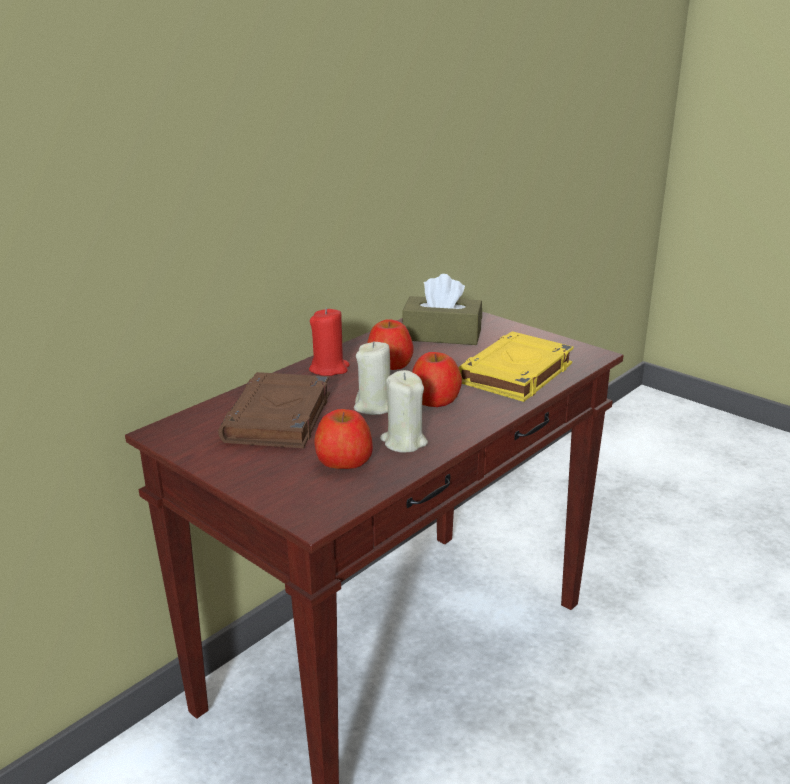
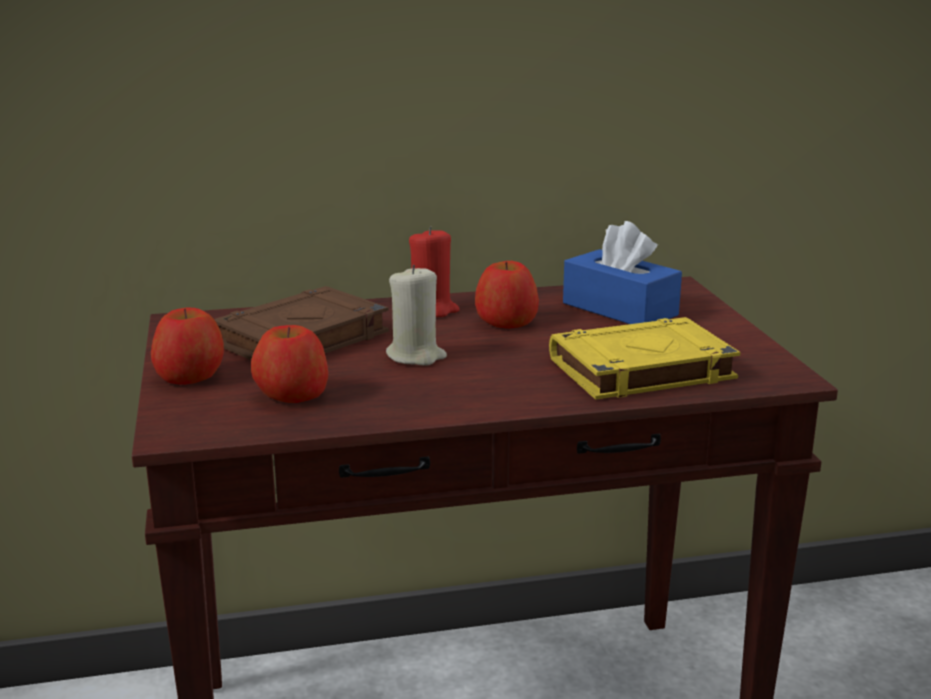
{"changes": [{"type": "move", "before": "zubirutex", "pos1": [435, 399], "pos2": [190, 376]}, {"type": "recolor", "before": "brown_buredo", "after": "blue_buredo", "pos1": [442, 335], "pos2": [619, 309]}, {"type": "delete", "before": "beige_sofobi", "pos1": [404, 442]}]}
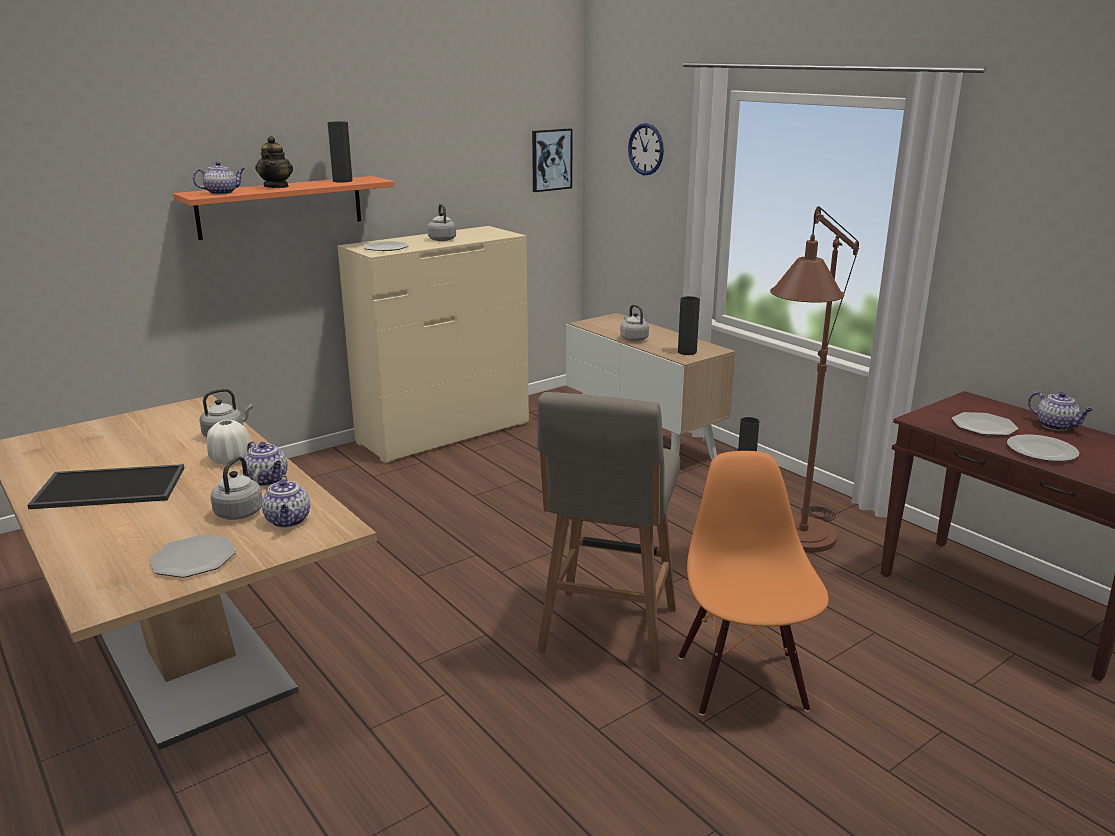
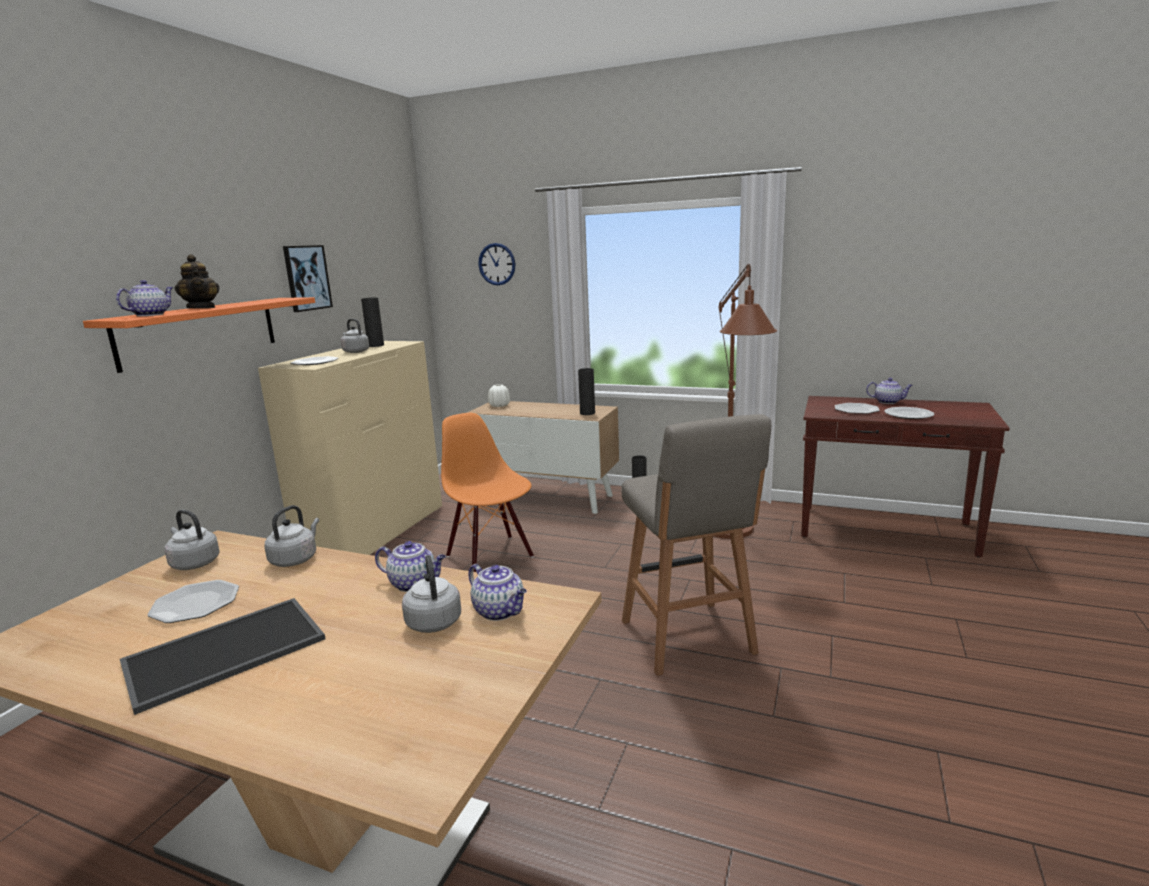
{"changes": [{"type": "move", "before": "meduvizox", "pos1": [193, 558], "pos2": [195, 603]}, {"type": "move", "before": "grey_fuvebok", "pos1": [633, 339], "pos2": [194, 563]}, {"type": "move", "before": "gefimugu", "pos1": [551, 160], "pos2": [306, 278]}, {"type": "move", "before": "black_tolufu", "pos1": [342, 181], "pos2": [375, 345]}, {"type": "move", "before": "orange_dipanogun", "pos1": [743, 682], "pos2": [491, 556]}, {"type": "move", "before": "white_tolufu", "pos1": [231, 460], "pos2": [499, 405]}]}
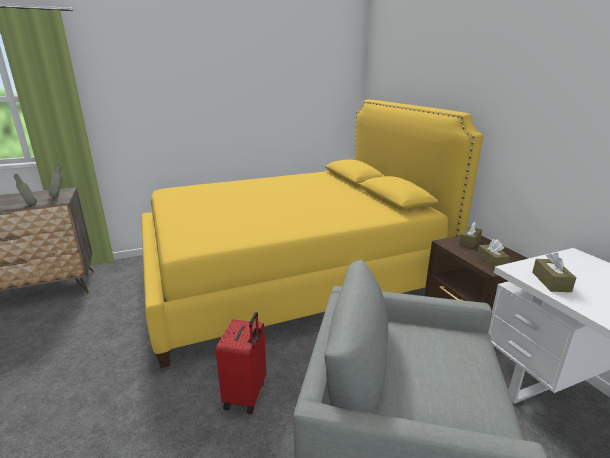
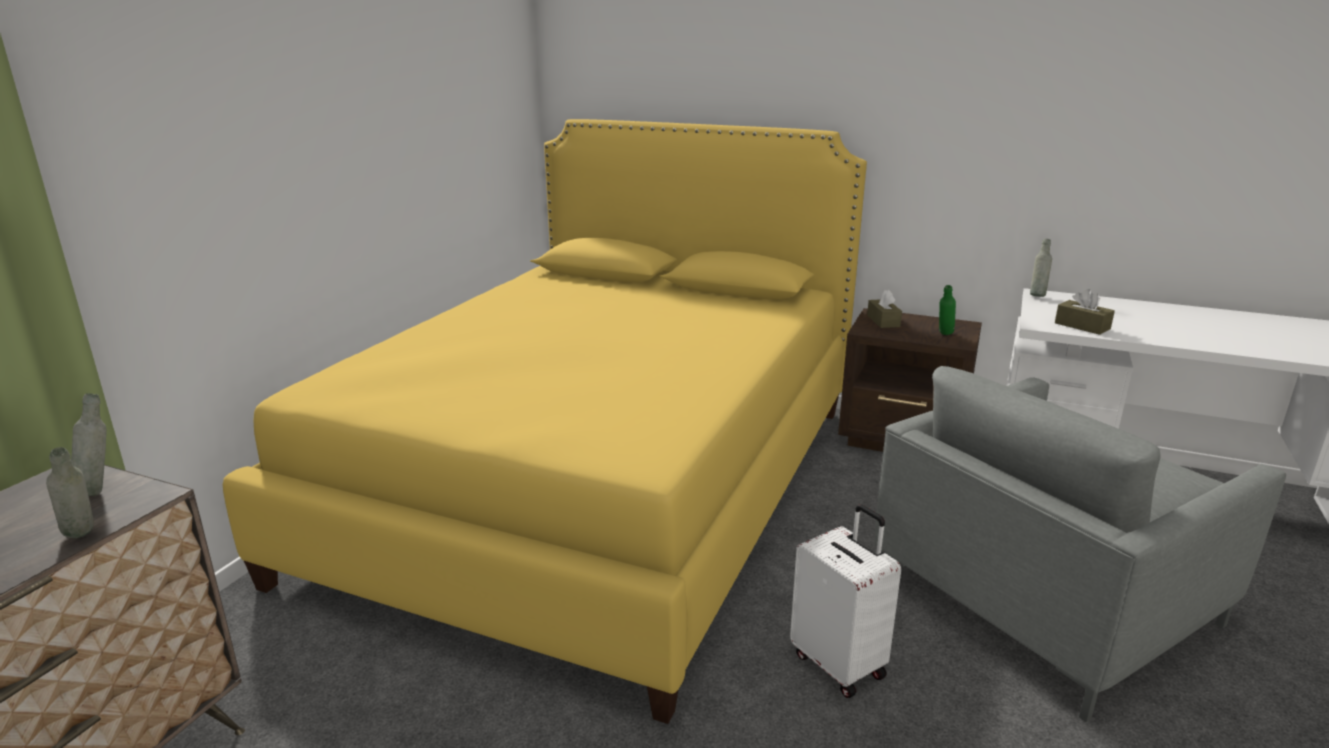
{"changes": [{"type": "recolor", "before": "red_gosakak", "after": "white_gosakak", "pos1": [246, 395], "pos2": [840, 664]}, {"type": "replace", "before": "brown_buredo", "after": "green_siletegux", "pos1": [491, 261], "pos2": [944, 335]}, {"type": "insert", "after": "grey_siletegux", "pos2": [1037, 295]}]}
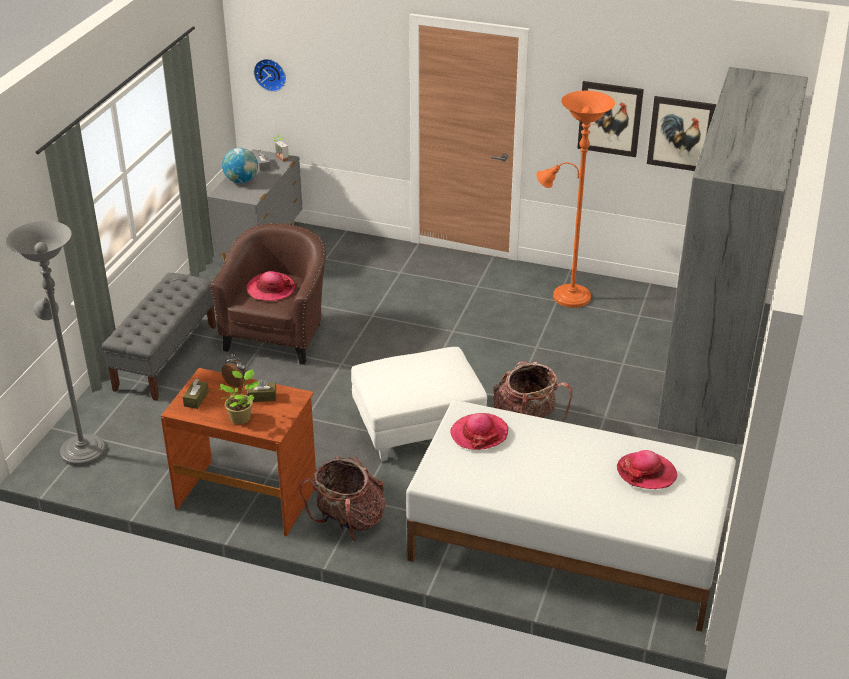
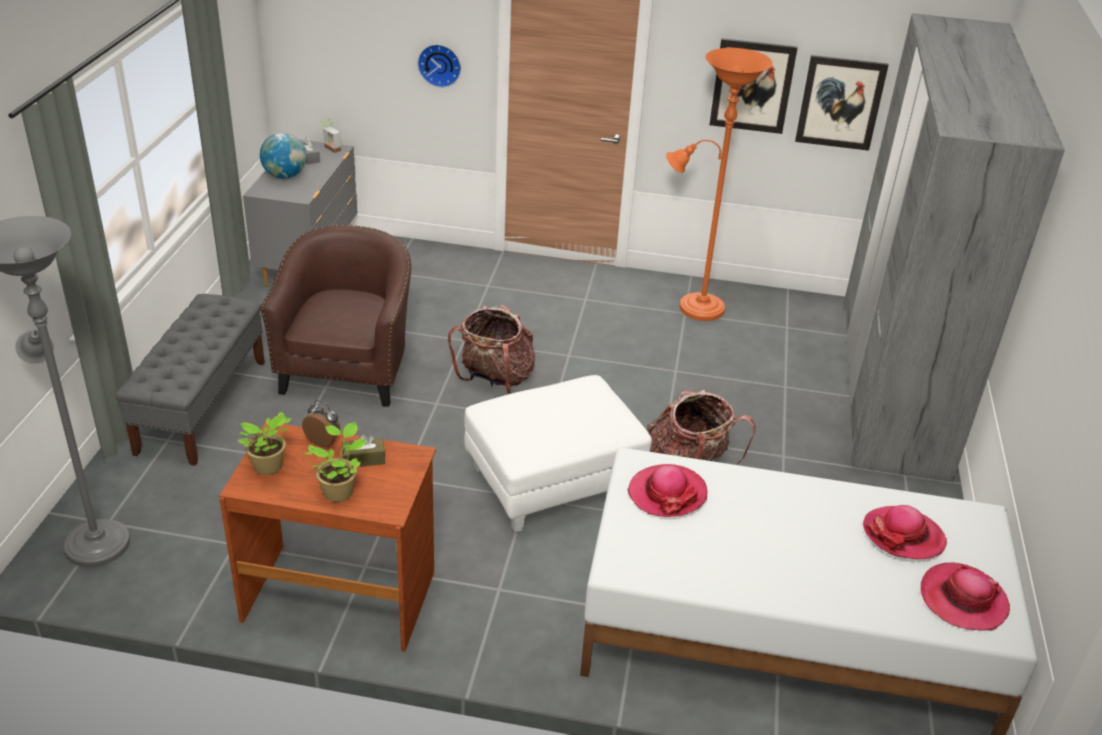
{"changes": [{"type": "replace", "before": "brown_buredo", "after": "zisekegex", "pos1": [196, 399], "pos2": [269, 468]}, {"type": "move", "before": "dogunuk", "pos1": [271, 74], "pos2": [440, 64]}, {"type": "move", "before": "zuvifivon", "pos1": [348, 522], "pos2": [495, 379]}, {"type": "move", "before": "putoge", "pos1": [271, 289], "pos2": [963, 600]}]}
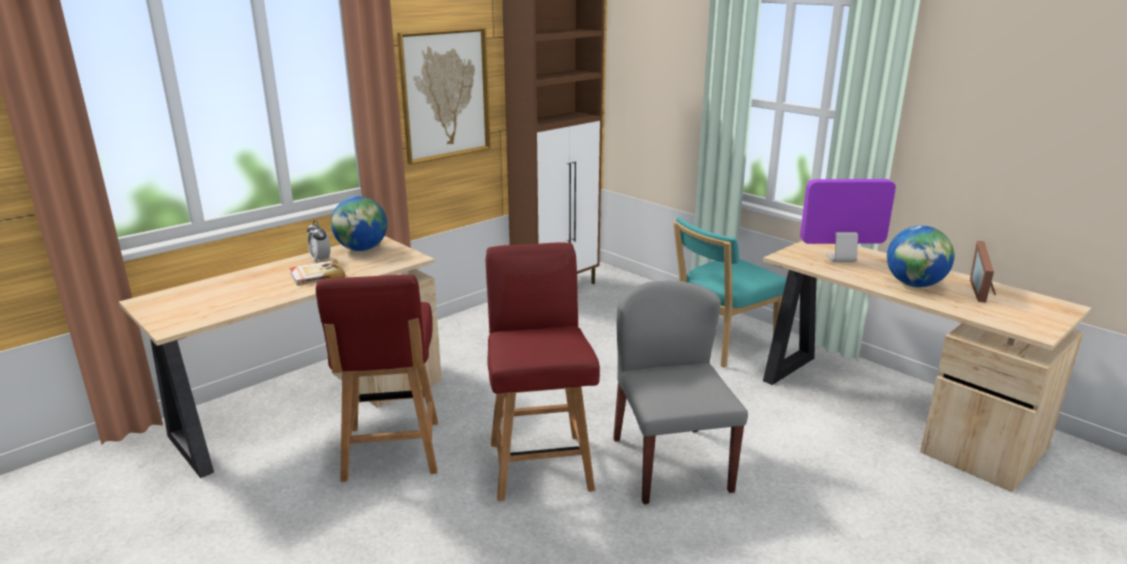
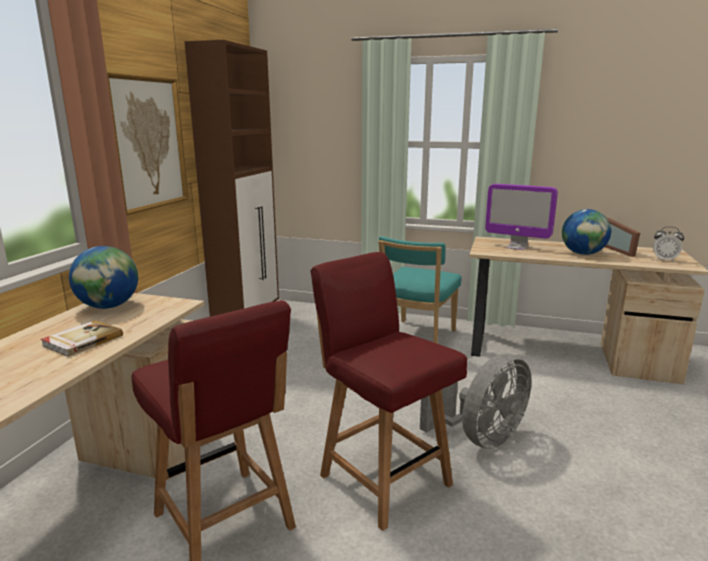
{"changes": [{"type": "replace", "before": "grey_dipanogun", "after": "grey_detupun", "pos1": [670, 463], "pos2": [481, 438]}, {"type": "rotate", "before": "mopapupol", "pos1": [840, 259], "pos2": [516, 247], "turn": -120}, {"type": "move", "before": "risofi", "pos1": [320, 259], "pos2": [664, 260]}]}
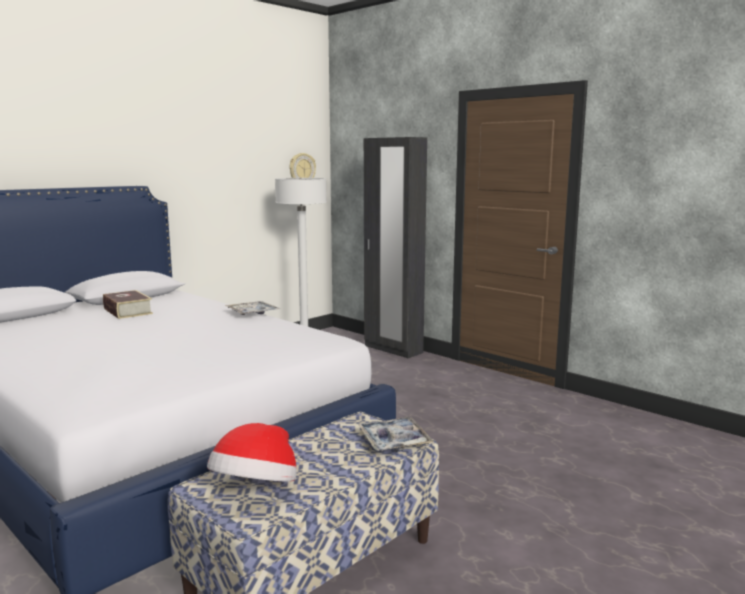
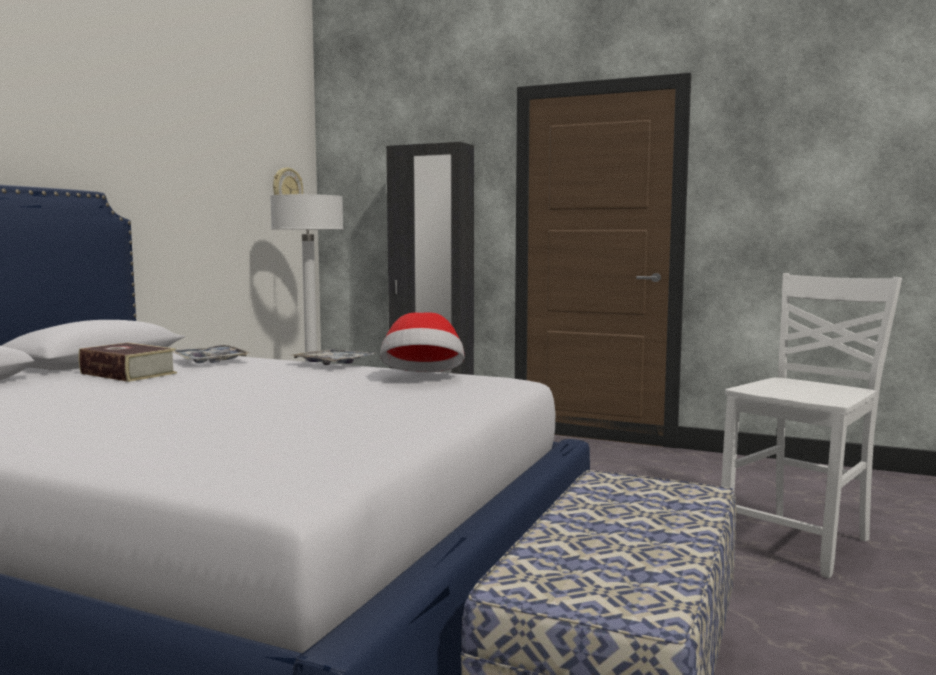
{"changes": [{"type": "move", "before": "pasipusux", "pos1": [394, 441], "pos2": [210, 361]}, {"type": "move", "before": "putoge", "pos1": [256, 490], "pos2": [423, 378]}, {"type": "insert", "after": "white_dipanogun", "pos2": [800, 543]}]}
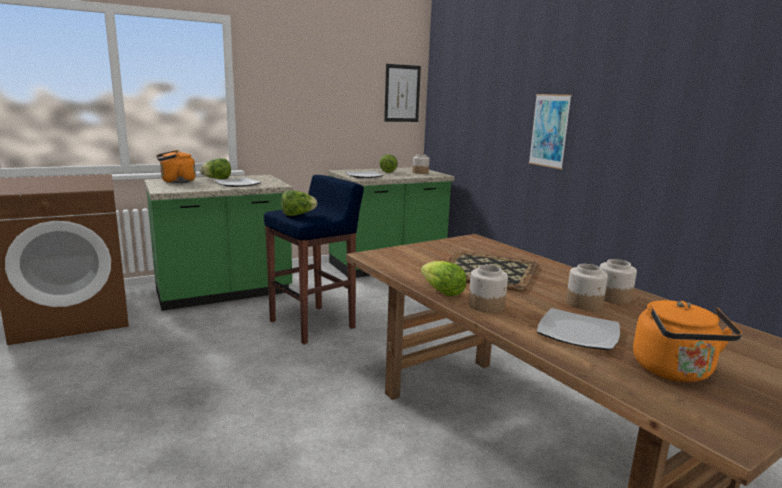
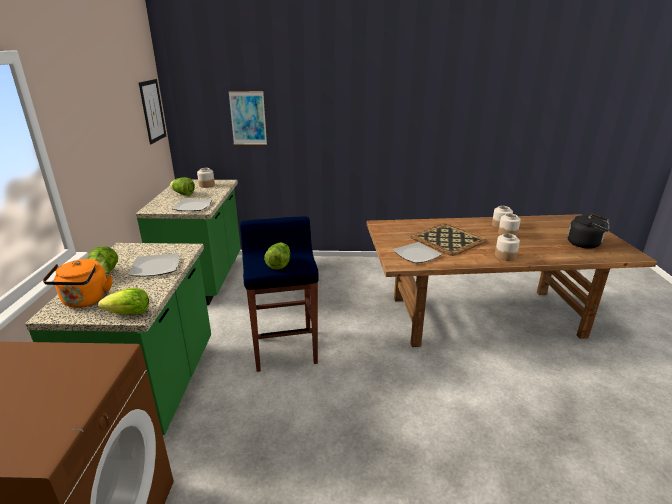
{"changes": [{"type": "move", "before": "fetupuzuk", "pos1": [442, 292], "pos2": [129, 314]}, {"type": "move", "before": "gefimugu", "pos1": [549, 130], "pos2": [248, 118]}, {"type": "move", "before": "meduvizox", "pos1": [579, 333], "pos2": [416, 254]}, {"type": "recolor", "before": "orange_fuvebok", "after": "black_fuvebok", "pos1": [674, 372], "pos2": [585, 244]}]}
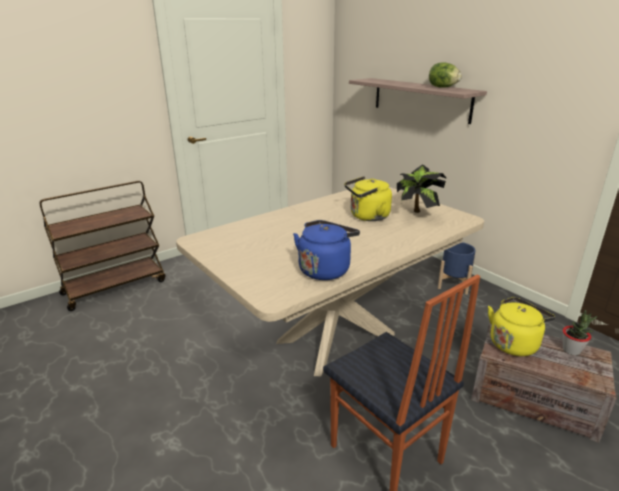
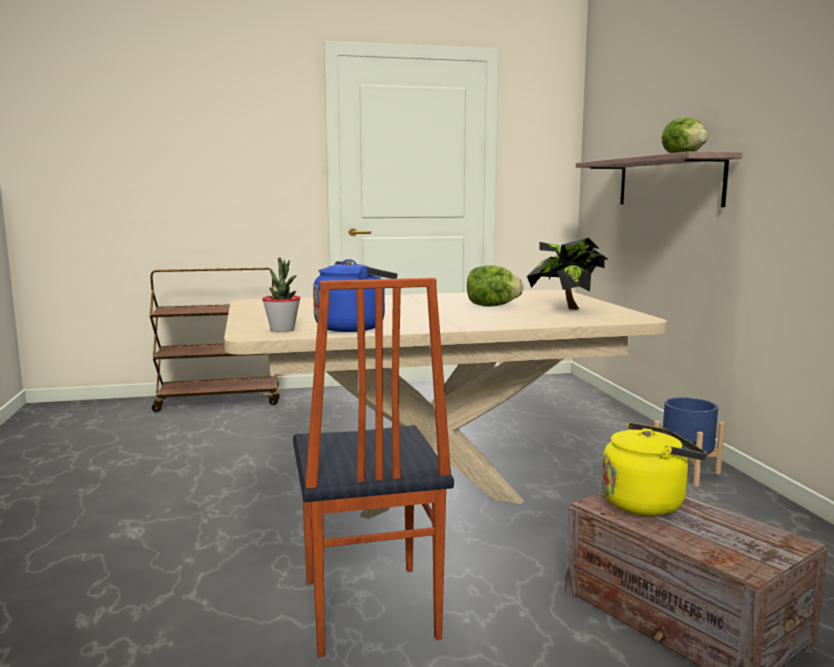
{"changes": [{"type": "move", "before": "zisekegex", "pos1": [571, 350], "pos2": [282, 329]}, {"type": "replace", "before": "yellow_fuvebok", "after": "fetupuzuk", "pos1": [367, 217], "pos2": [492, 306]}]}
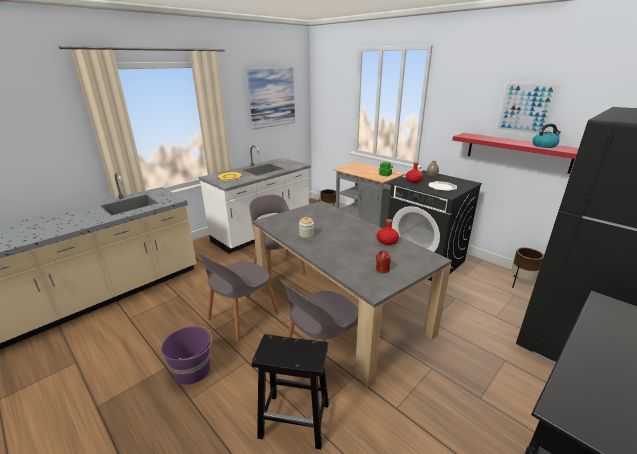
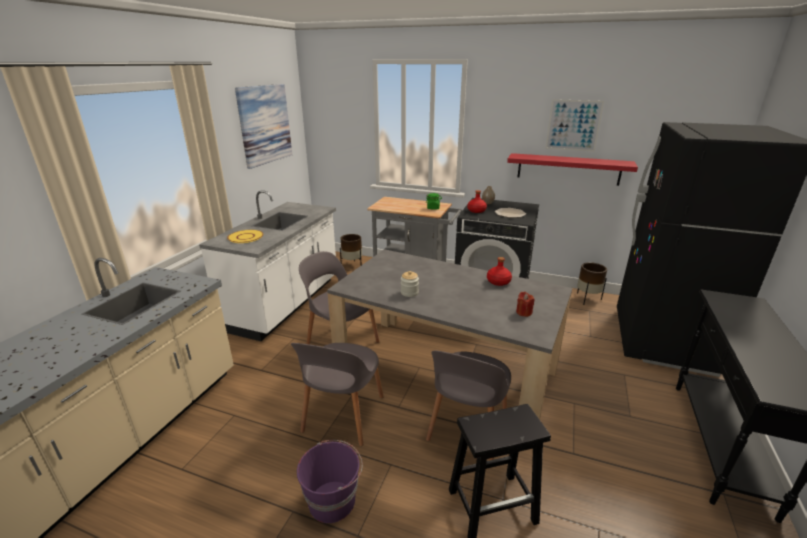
{"changes": [{"type": "delete", "before": "fuvebok", "pos1": [544, 146]}]}
